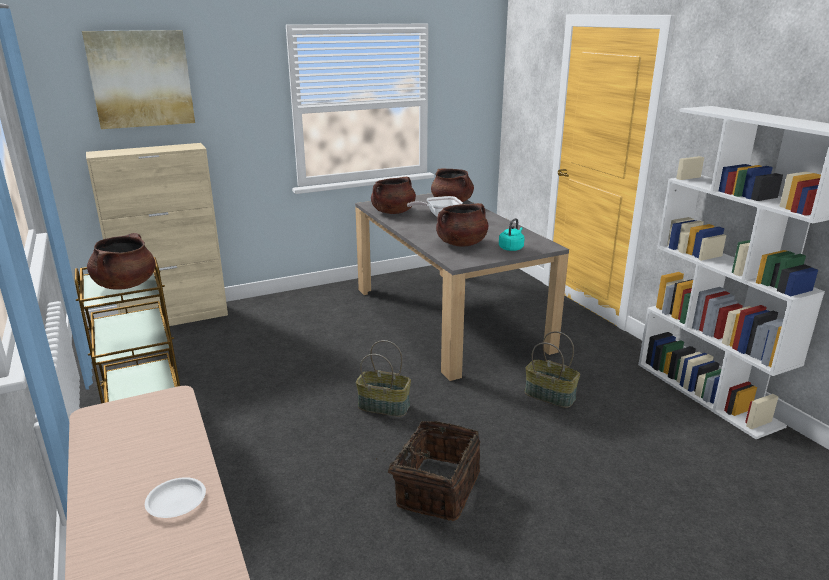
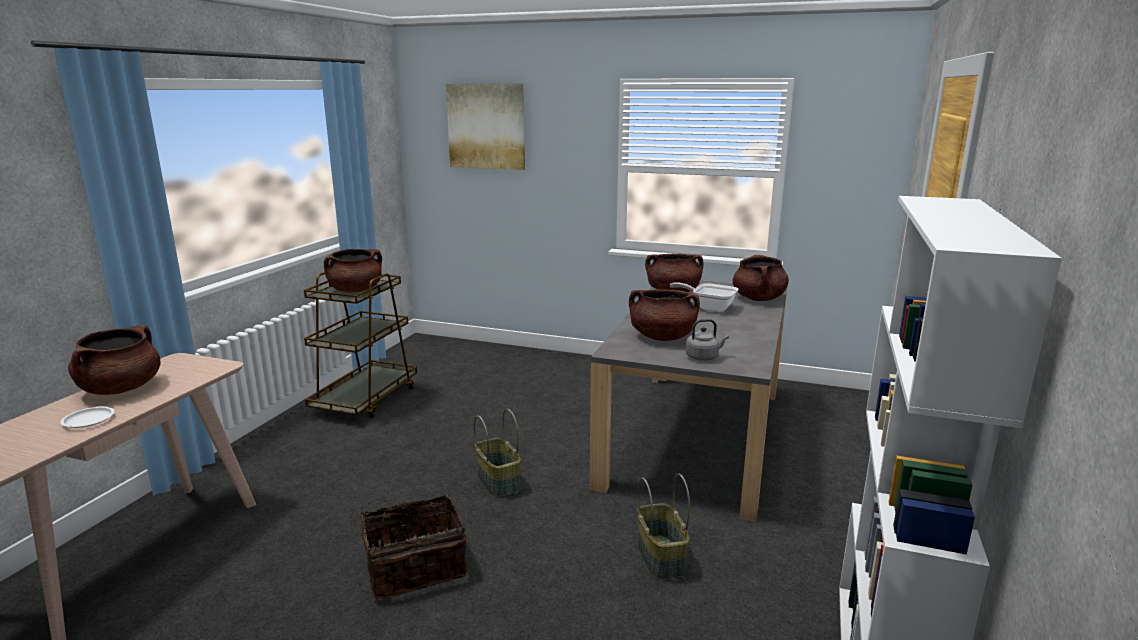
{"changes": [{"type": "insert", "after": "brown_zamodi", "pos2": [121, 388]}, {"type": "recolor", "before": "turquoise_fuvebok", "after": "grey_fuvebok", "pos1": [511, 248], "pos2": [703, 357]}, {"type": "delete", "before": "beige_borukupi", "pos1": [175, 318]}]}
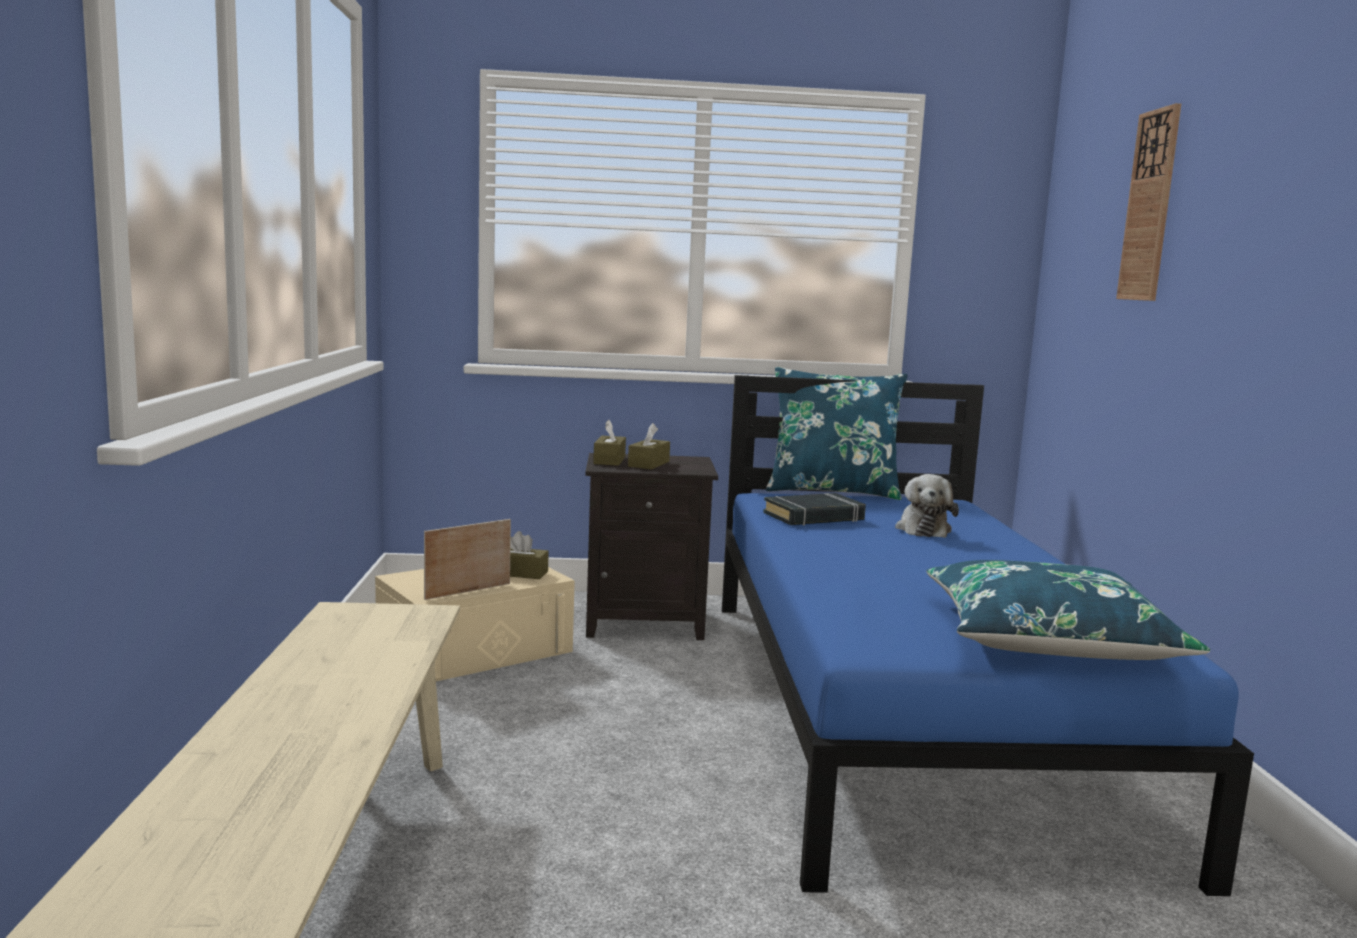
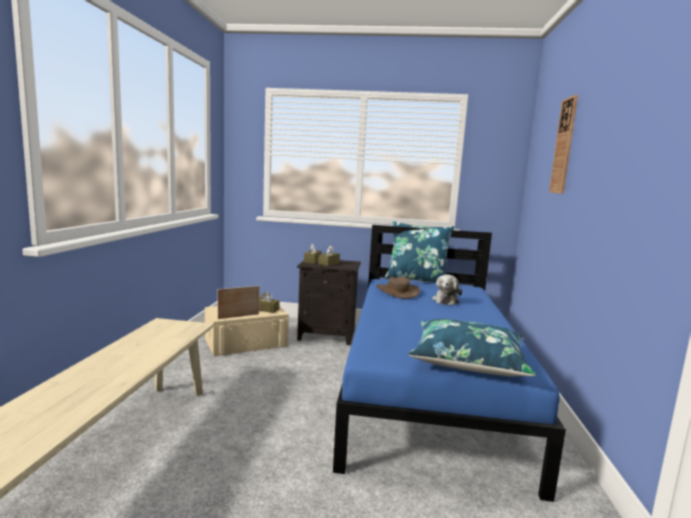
{"changes": [{"type": "replace", "before": "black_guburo", "after": "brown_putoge", "pos1": [814, 517], "pos2": [397, 292]}]}
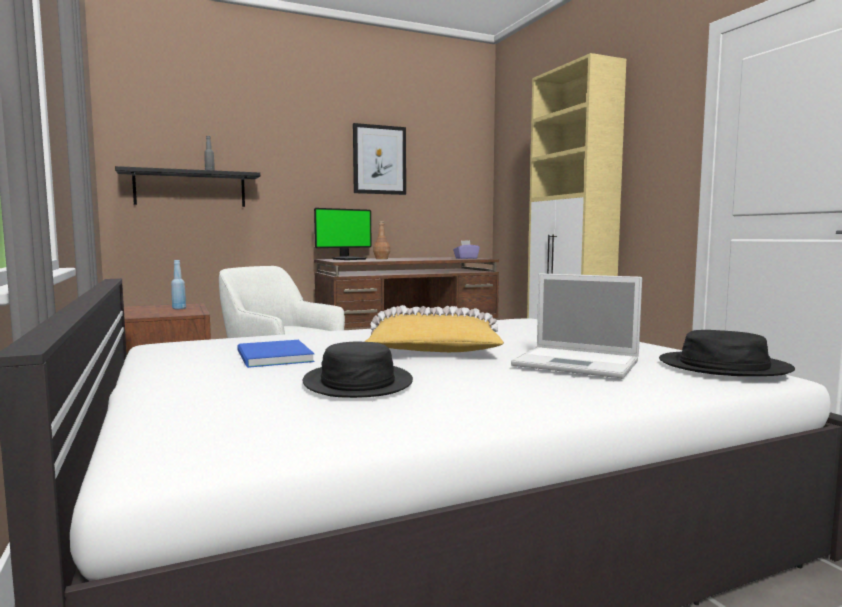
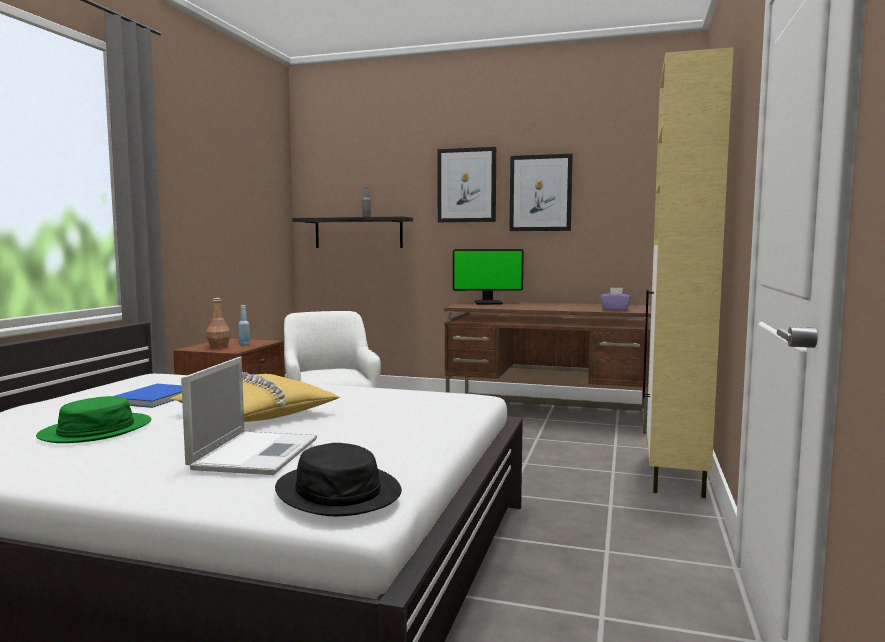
{"changes": [{"type": "recolor", "before": "black_putoge", "after": "green_putoge", "pos1": [357, 383], "pos2": [96, 430]}, {"type": "rotate", "before": "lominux", "pos1": [578, 363], "pos2": [256, 453], "turn": -150}, {"type": "move", "before": "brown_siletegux", "pos1": [381, 259], "pos2": [219, 347]}, {"type": "insert", "after": "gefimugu", "pos2": [466, 185]}]}
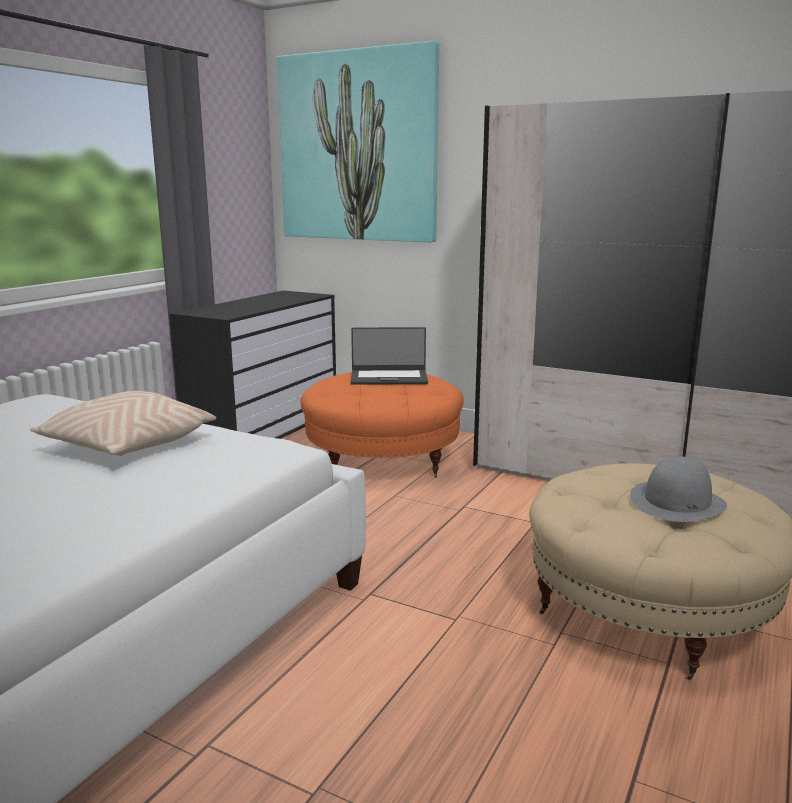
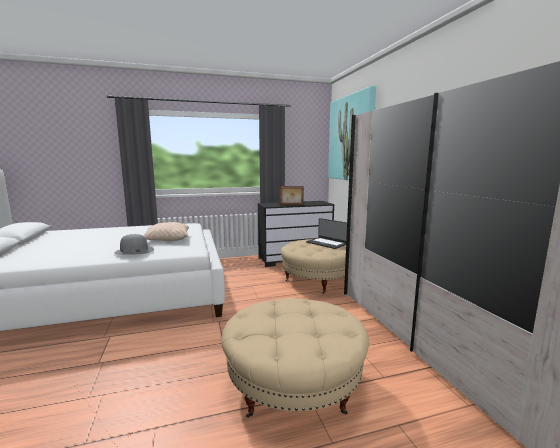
{"changes": [{"type": "move", "before": "grey_putoge", "pos1": [677, 502], "pos2": [134, 251]}, {"type": "insert", "after": "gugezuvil", "pos2": [291, 205]}, {"type": "recolor", "before": "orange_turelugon", "after": "beige_turelugon", "pos1": [382, 459], "pos2": [317, 280]}]}
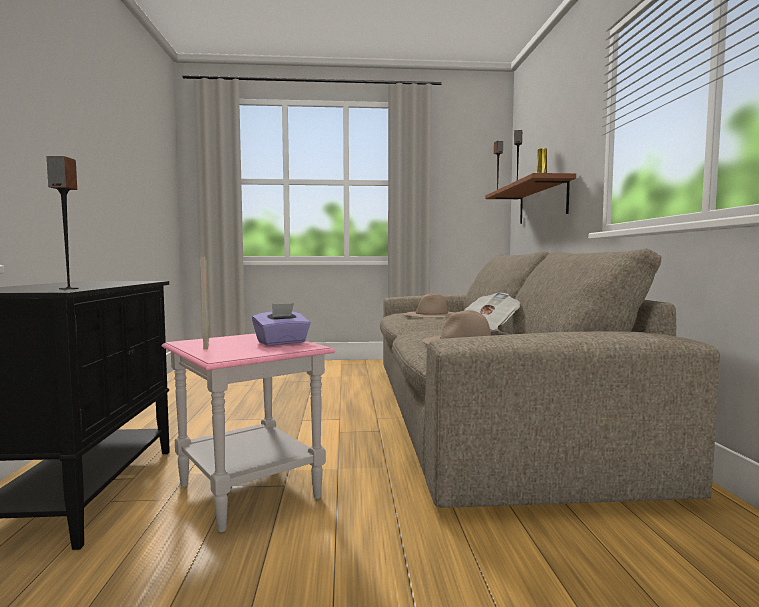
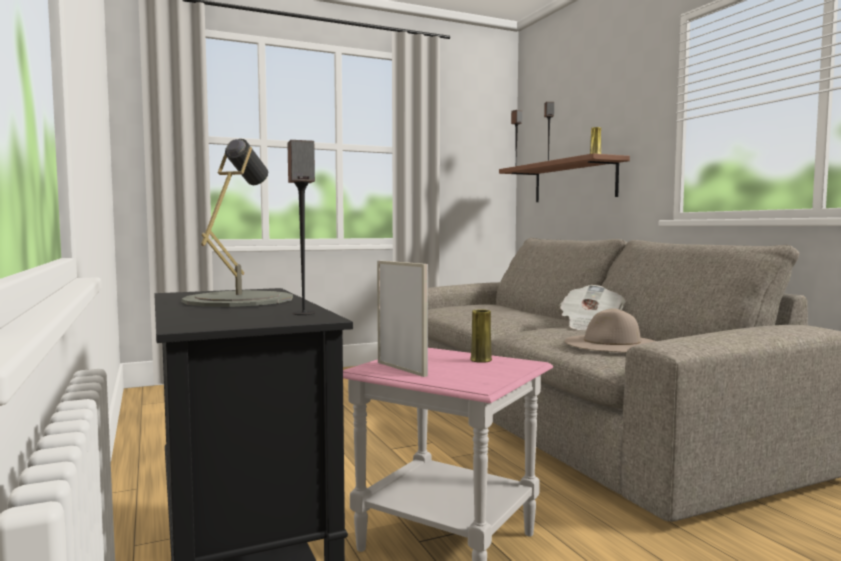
{"changes": [{"type": "insert", "after": "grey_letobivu", "pos2": [238, 299]}, {"type": "replace", "before": "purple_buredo", "after": "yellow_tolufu", "pos1": [282, 342], "pos2": [481, 360]}, {"type": "delete", "before": "beige_putoge", "pos1": [431, 314]}]}
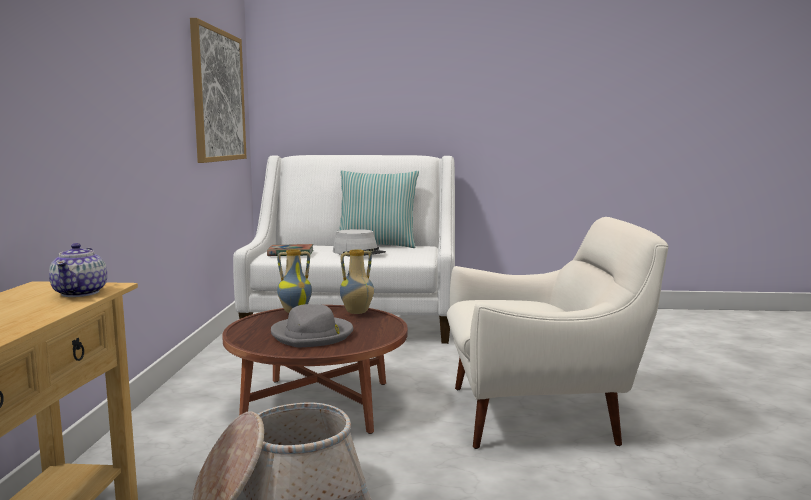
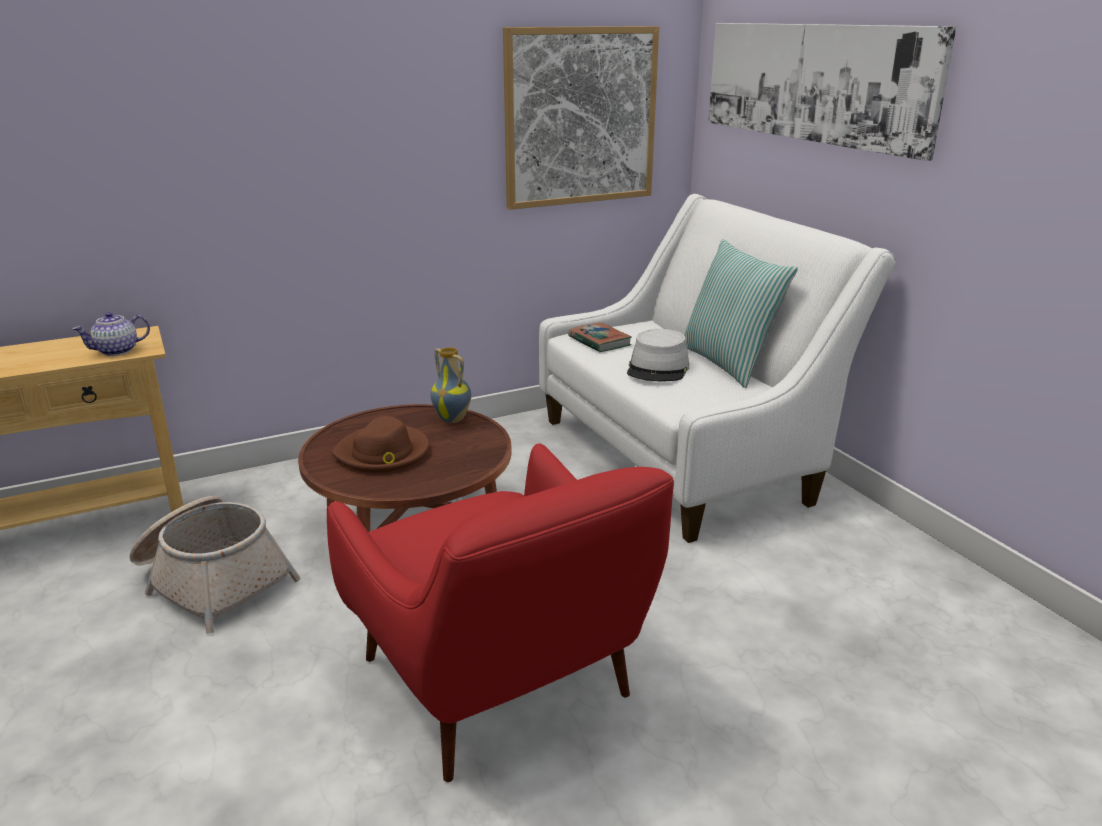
{"changes": [{"type": "recolor", "before": "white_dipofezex", "after": "red_dipofezex", "pos1": [540, 414], "pos2": [501, 686]}, {"type": "recolor", "before": "grey_putoge", "after": "brown_putoge", "pos1": [312, 335], "pos2": [383, 453]}, {"type": "insert", "after": "gefimugu", "pos2": [813, 83]}, {"type": "delete", "before": "tolufu", "pos1": [357, 312]}]}
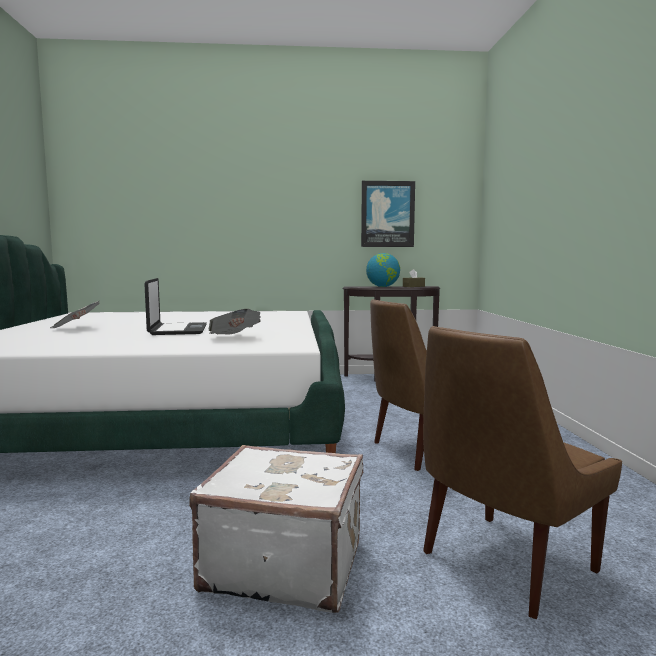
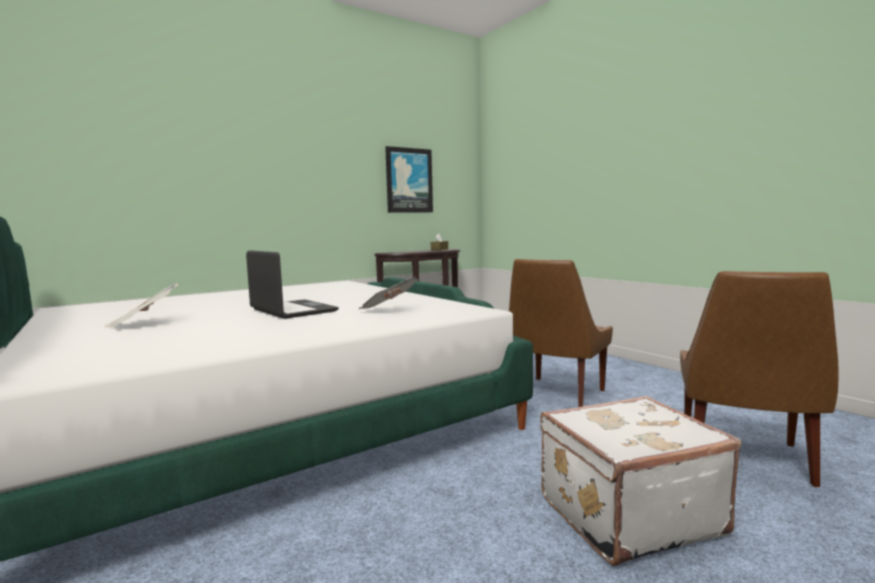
{"changes": [{"type": "delete", "before": "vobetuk", "pos1": [383, 286]}]}
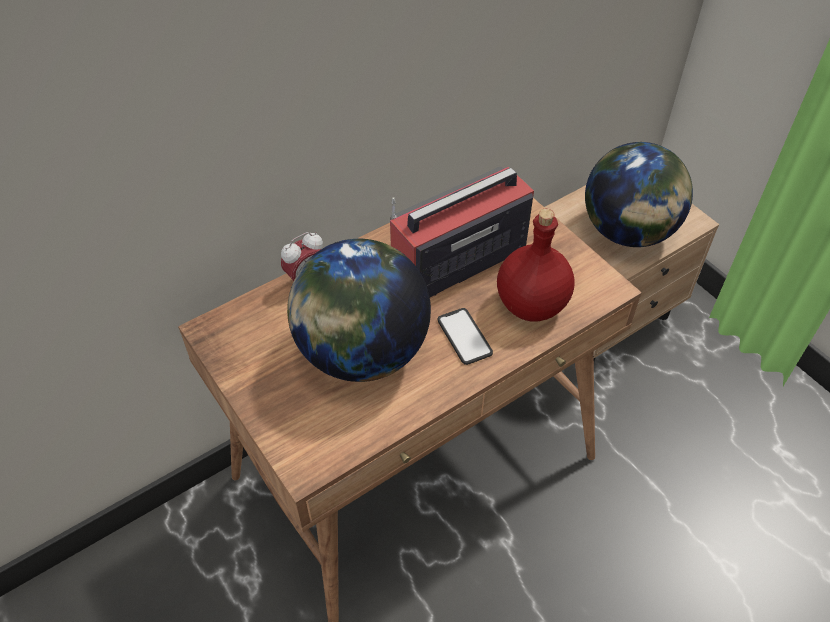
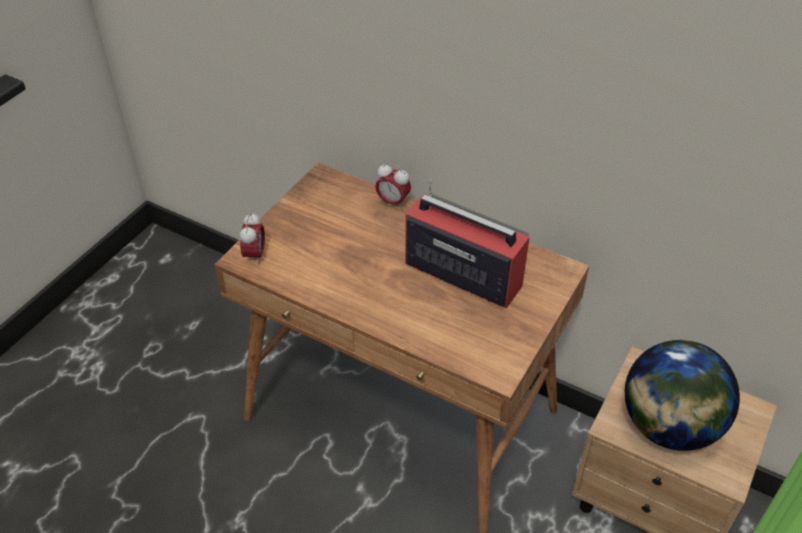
{"changes": [{"type": "insert", "after": "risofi", "pos2": [255, 255]}, {"type": "delete", "before": "vobetuk", "pos1": [361, 352]}, {"type": "delete", "before": "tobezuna", "pos1": [464, 336]}, {"type": "delete", "before": "red_siletegux", "pos1": [530, 305]}]}
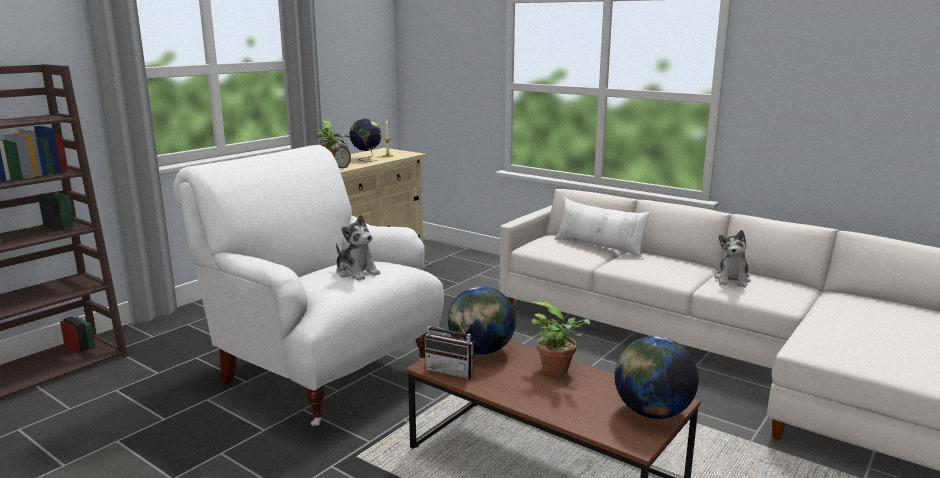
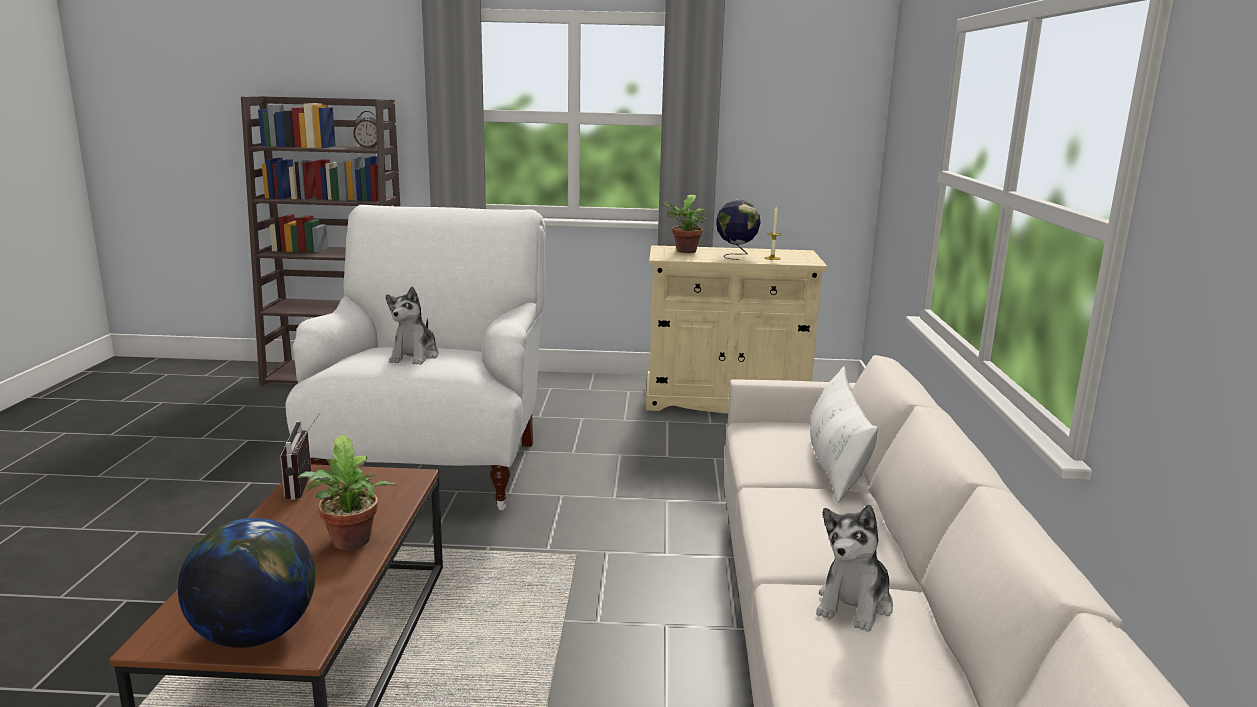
{"changes": [{"type": "move", "before": "risofi", "pos1": [340, 168], "pos2": [369, 147]}, {"type": "rotate", "before": "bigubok", "pos1": [732, 280], "pos2": [854, 604], "turn": -45}, {"type": "delete", "before": "vobetuk", "pos1": [481, 351]}]}
